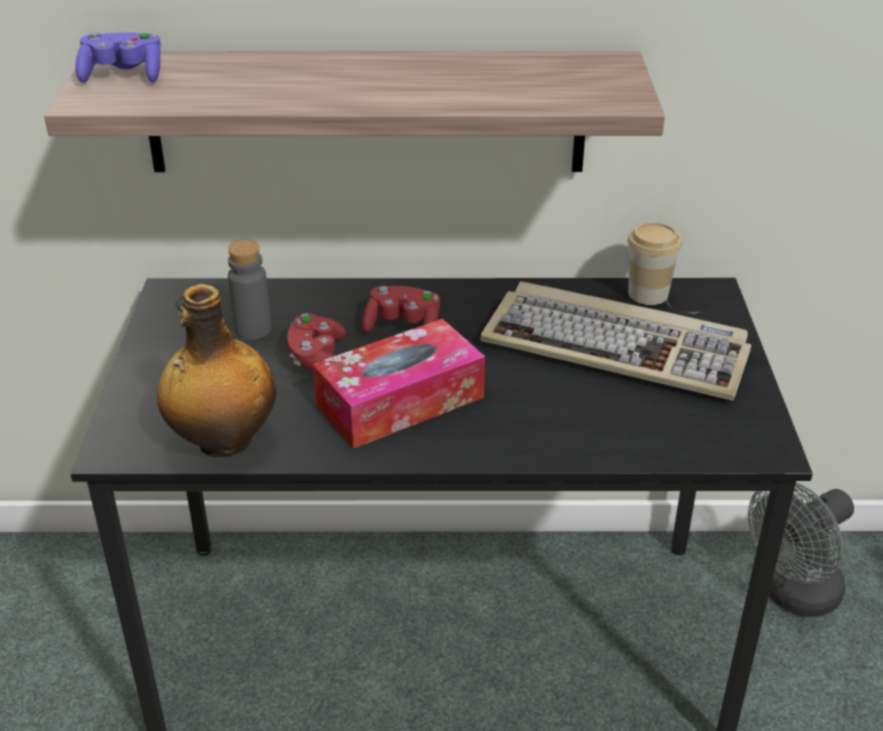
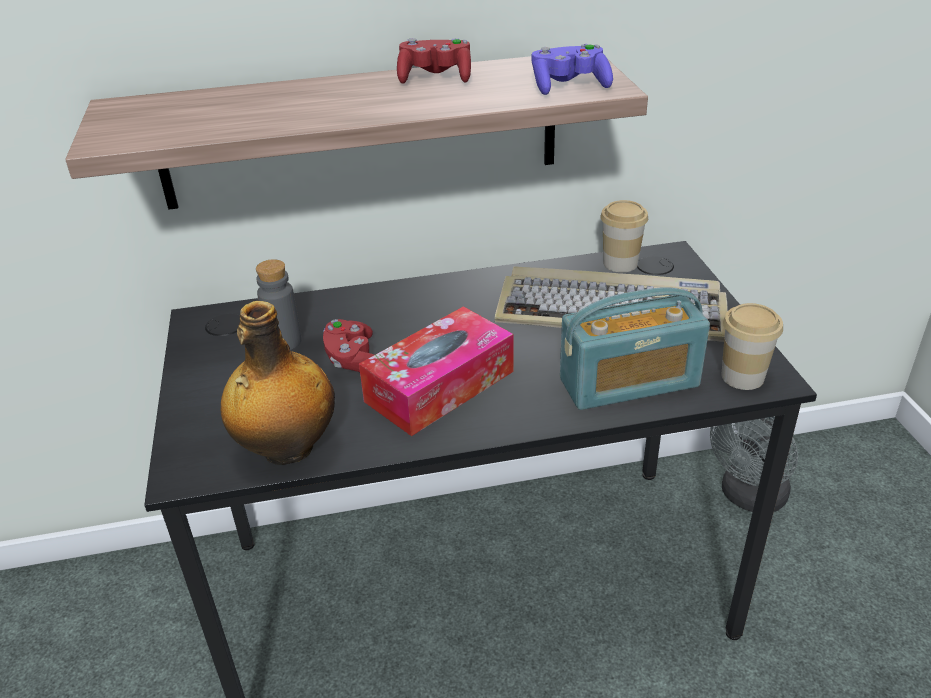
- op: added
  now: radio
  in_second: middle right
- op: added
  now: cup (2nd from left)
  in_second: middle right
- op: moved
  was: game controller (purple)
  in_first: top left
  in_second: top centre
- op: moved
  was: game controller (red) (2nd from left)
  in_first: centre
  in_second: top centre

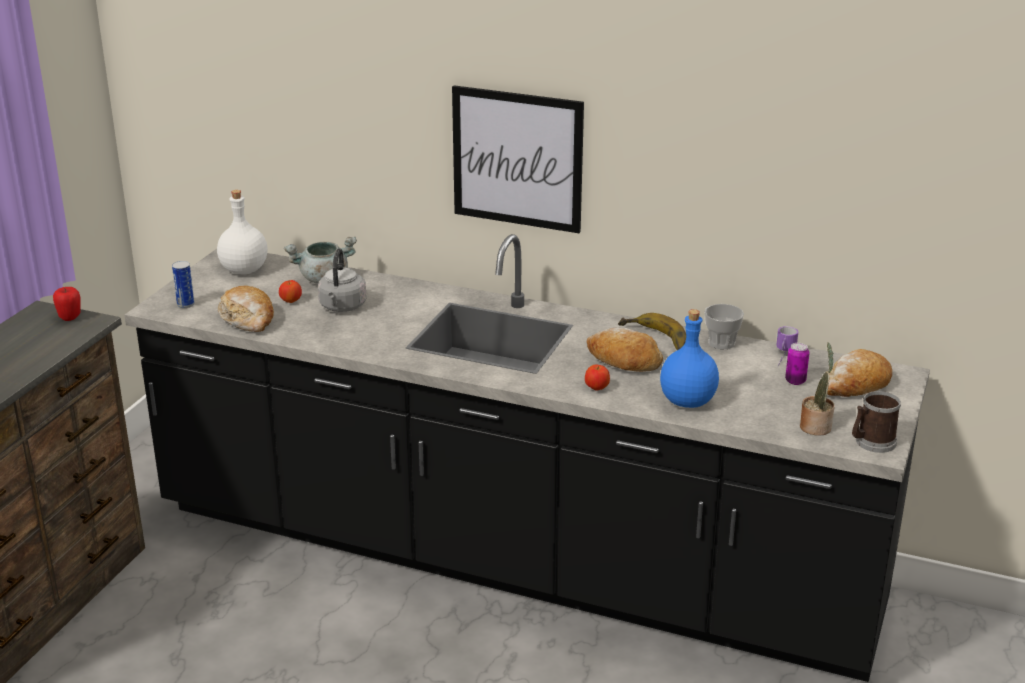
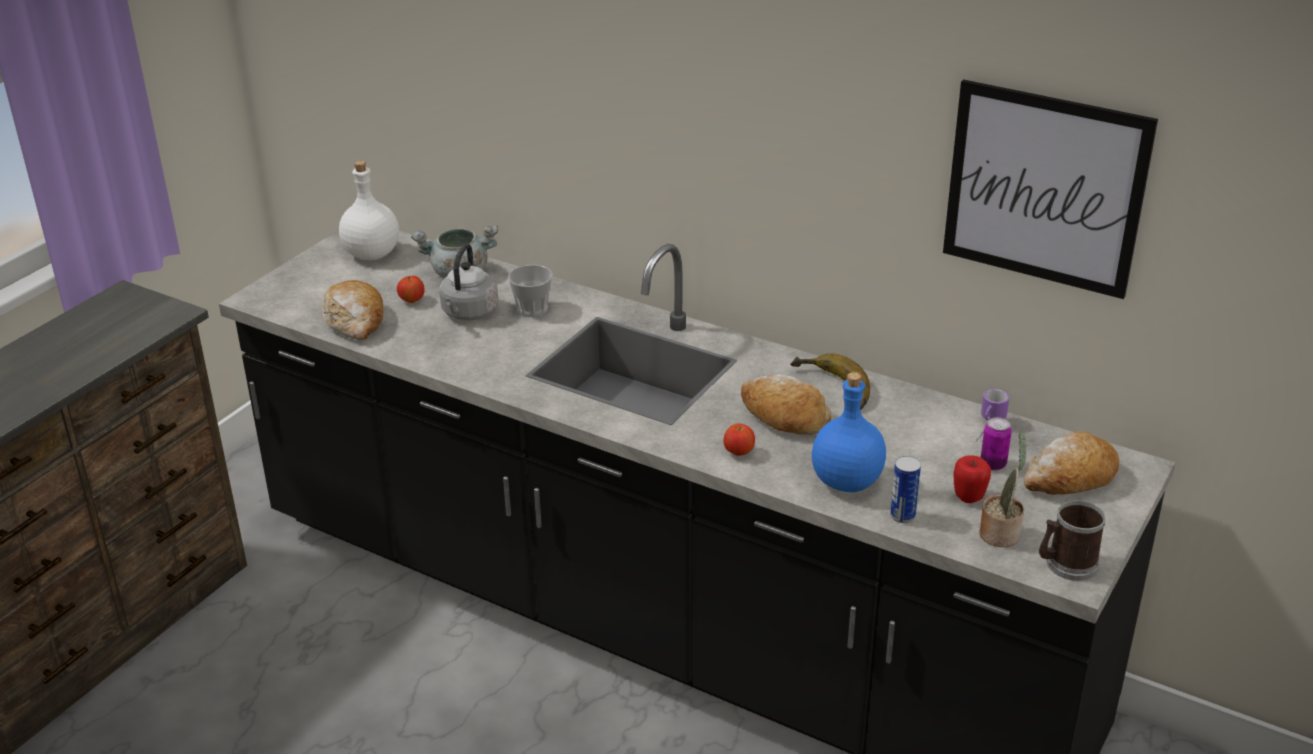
- op: moved
  was: apple (1st from left in the first image)
  now: apple (3rd from left)
  in_first: middle left
  in_second: middle right
- op: moved
  was: can (1st from left)
  in_first: middle left
  in_second: middle right
- op: moved
  was: picture
  in_first: top centre
  in_second: top right
- op: moved
  was: cup
  in_first: middle right
  in_second: centre

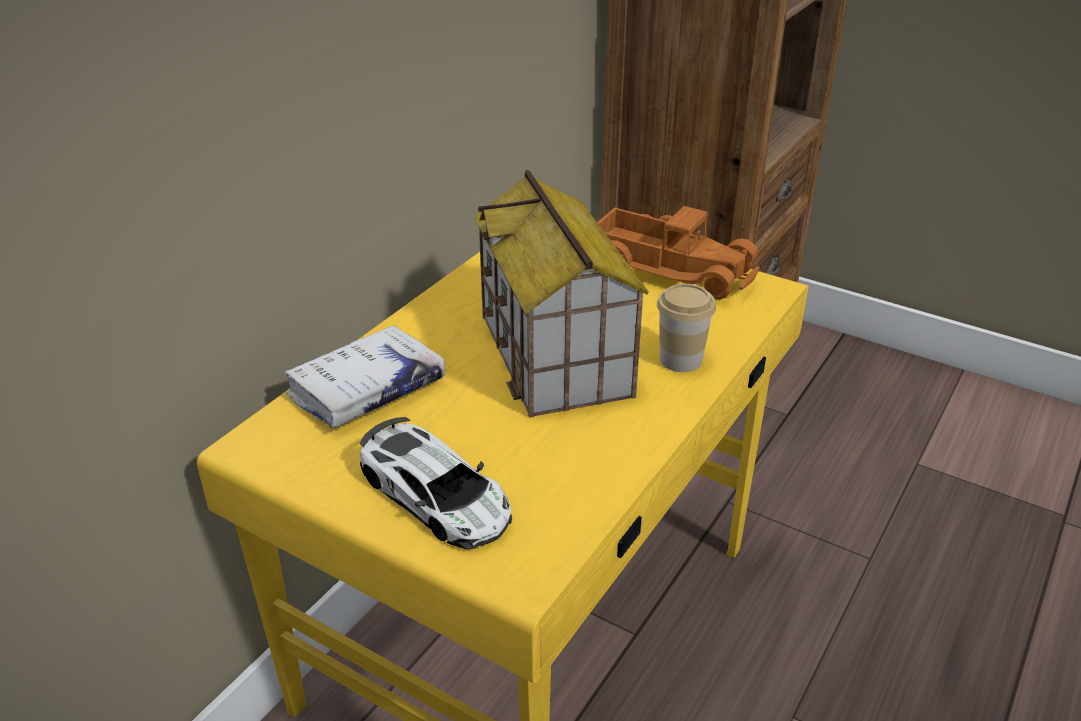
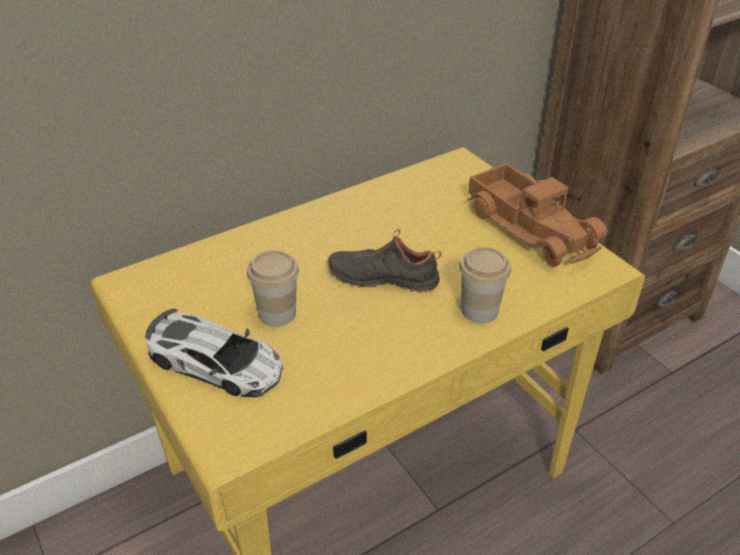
- op: removed
  was: book (white)
  in_first: centre
- op: added
  now: cup (1st from left)
  in_second: centre
- op: replaced
  was: toy house
  now: shoe (black)
  in_first: centre
  in_second: centre
- op: turned
  was: toy car
  in_first: bottom centre
  in_second: middle left
  clockwise: -45

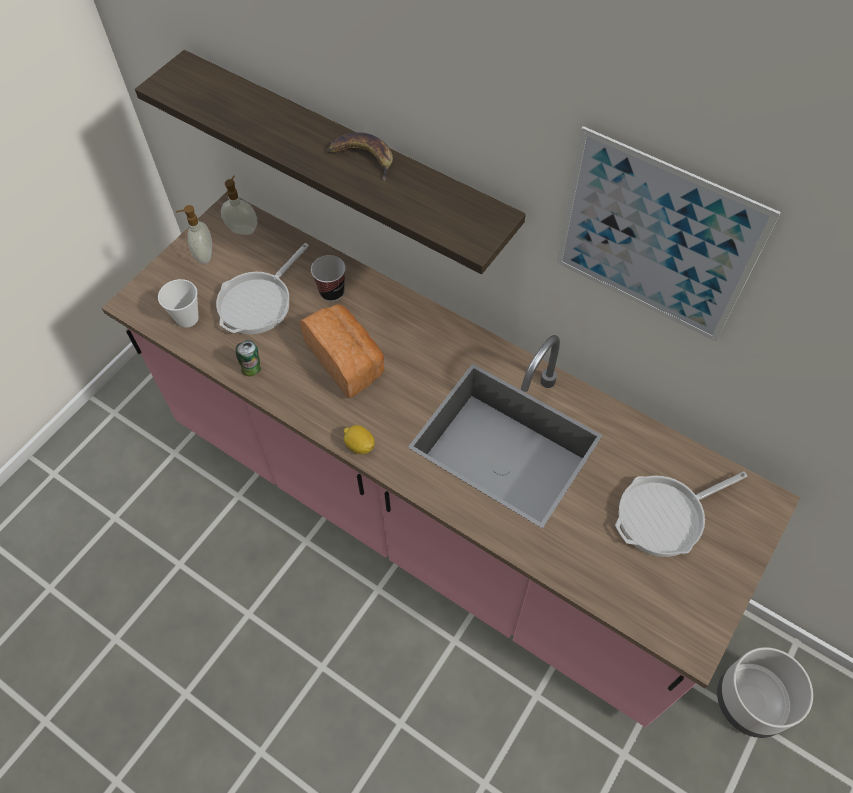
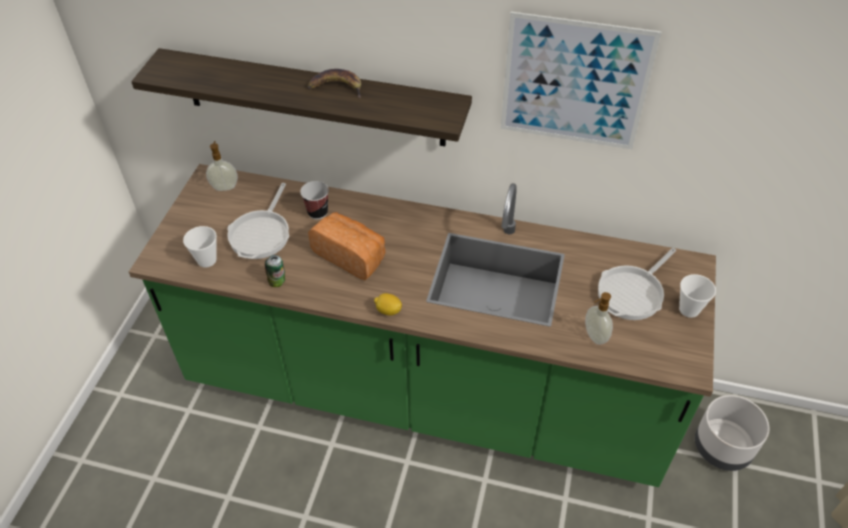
- op: added
  now: cup (3rd from left)
  in_second: middle right
- op: moved
  was: soap dispenser (1st from left in the first image)
  now: soap dispenser (2nd from left)
  in_first: top left
  in_second: middle right
- op: recoloured
  was: counter (pink)
  now: counter (green)
  in_first: centre
  in_second: centre

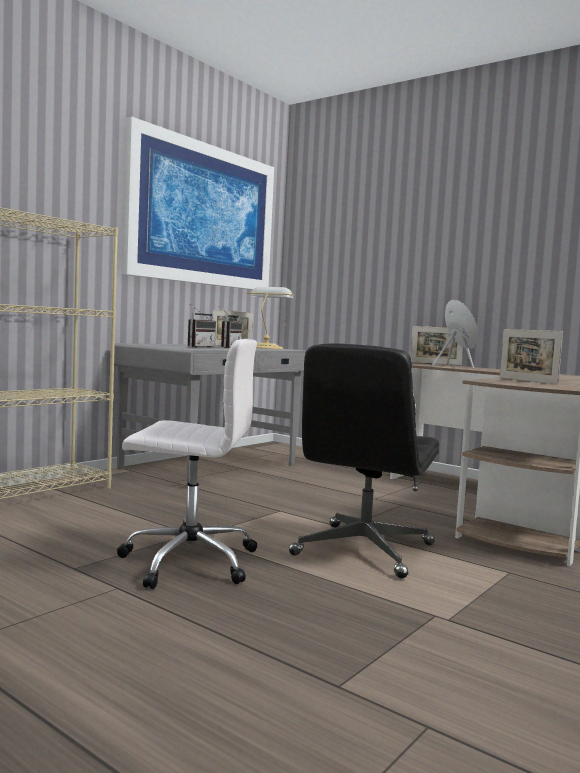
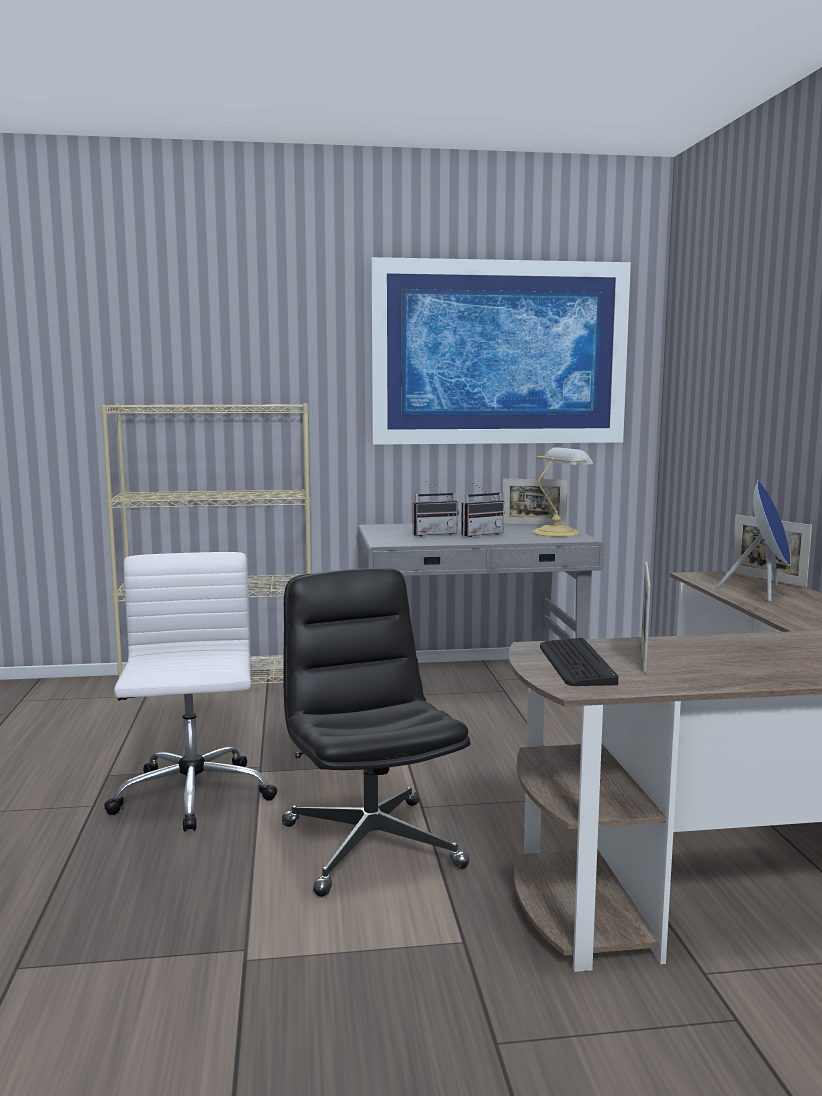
- op: added
  now: keyboard
  in_second: middle right
- op: turned
  was: office chair (white)
  in_first: middle left
  in_second: middle left
  clockwise: -150
- op: turned
  was: office chair (black)
  in_first: centre
  in_second: bottom centre
  clockwise: 90

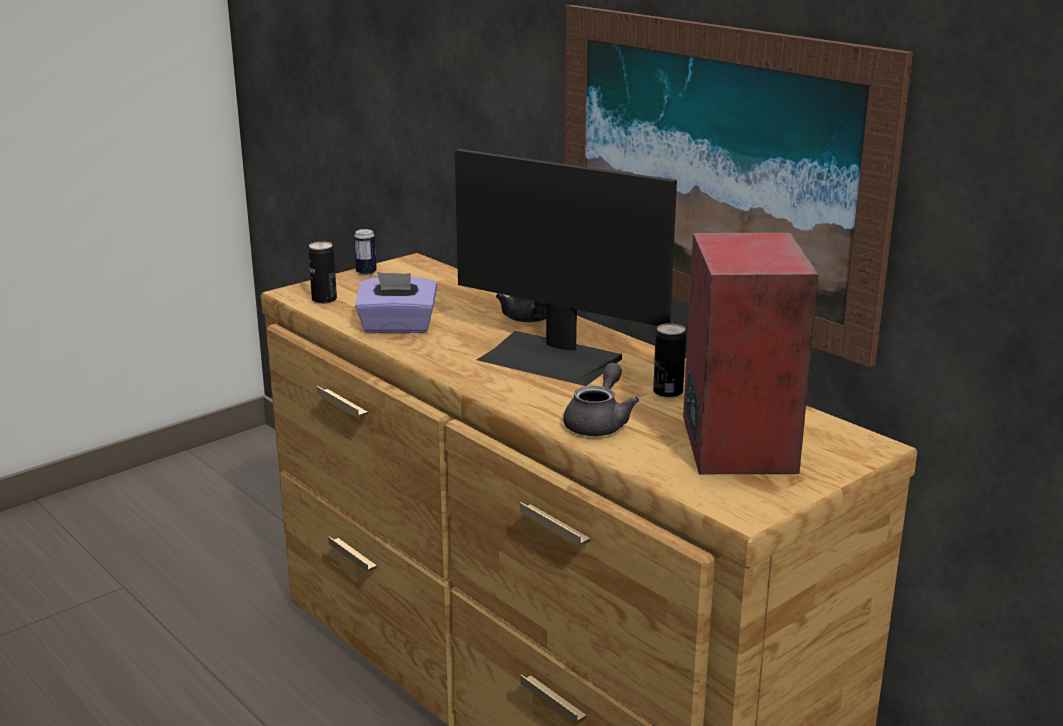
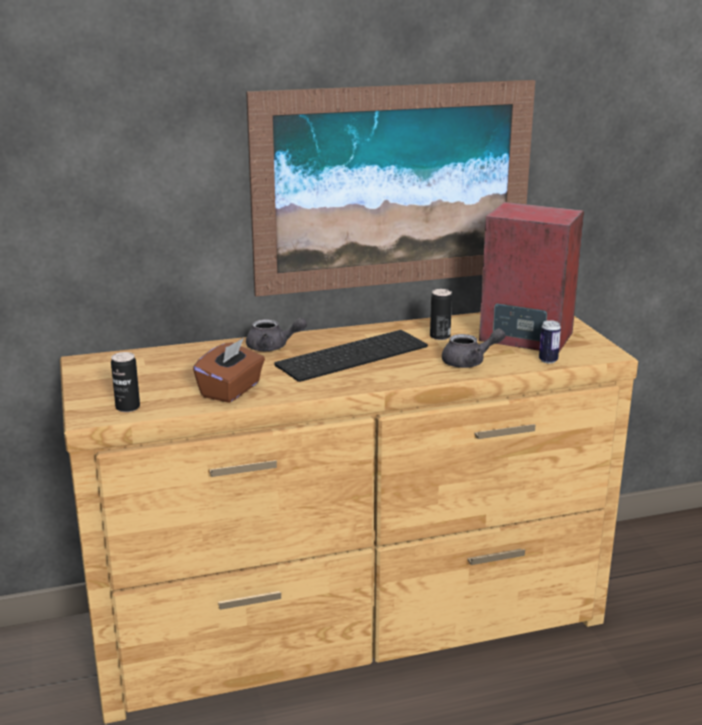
- op: moved
  was: can (2nd from left in the first image)
  now: can (3rd from left)
  in_first: centre
  in_second: middle right
- op: replaced
  was: monitor
  now: keyboard
  in_first: centre
  in_second: centre
- op: recoloured
  was: tissue box (purple)
  now: tissue box (brown)
  in_first: centre
  in_second: middle left
- op: turned
  was: teapot (grey) (2nd from left)
  in_first: centre
  in_second: middle right
  clockwise: 120

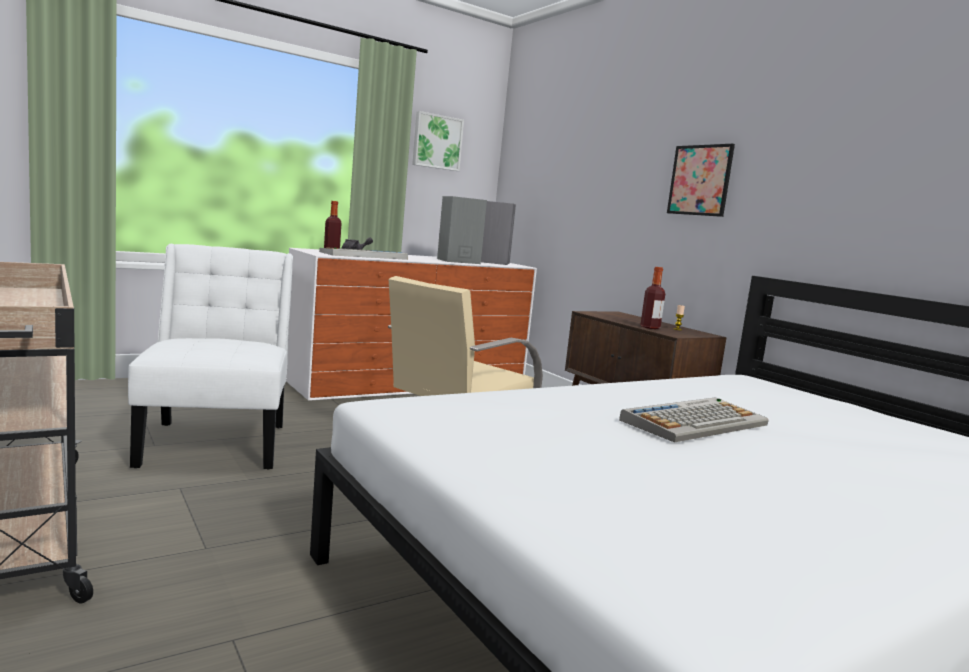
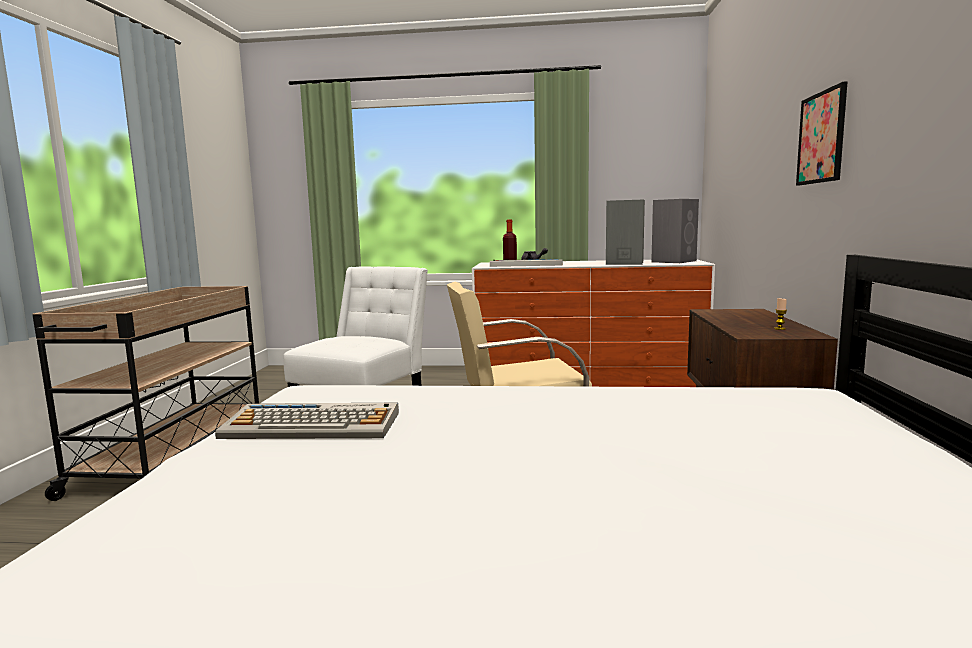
- op: removed
  was: picture (1st from left)
  in_first: top centre
- op: removed
  was: bottle (2nd from left)
  in_first: middle right
- op: moved
  was: keyboard (2nd from left in the first image)
  now: keyboard (1st from left)
  in_first: middle right
  in_second: middle left

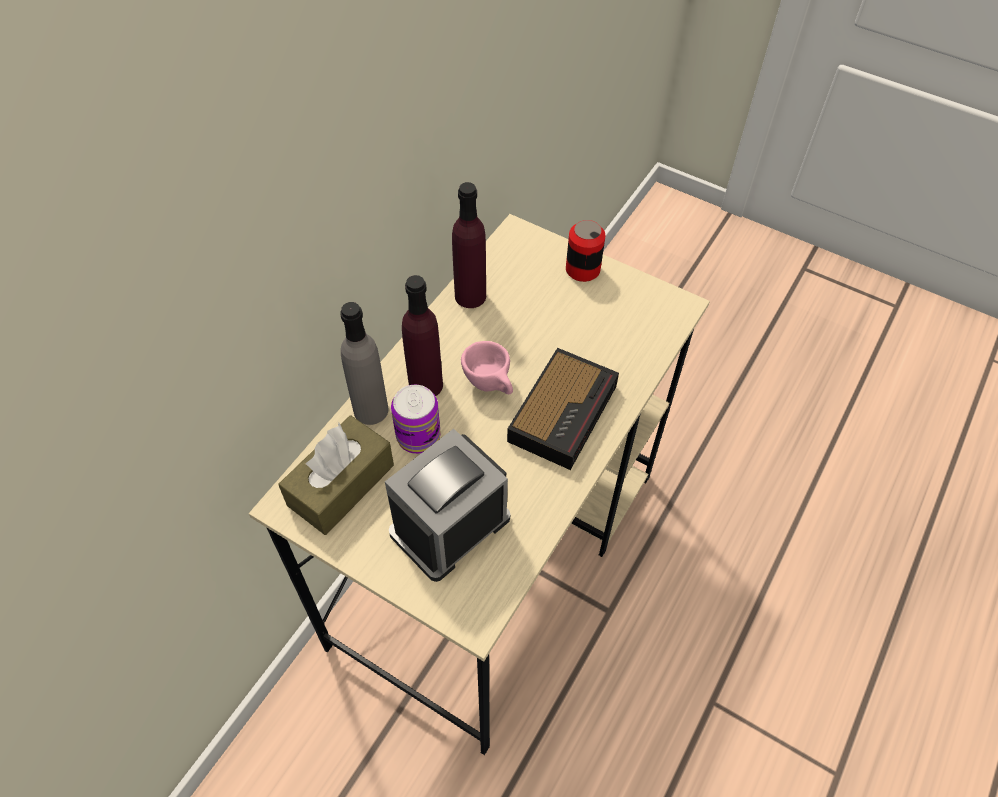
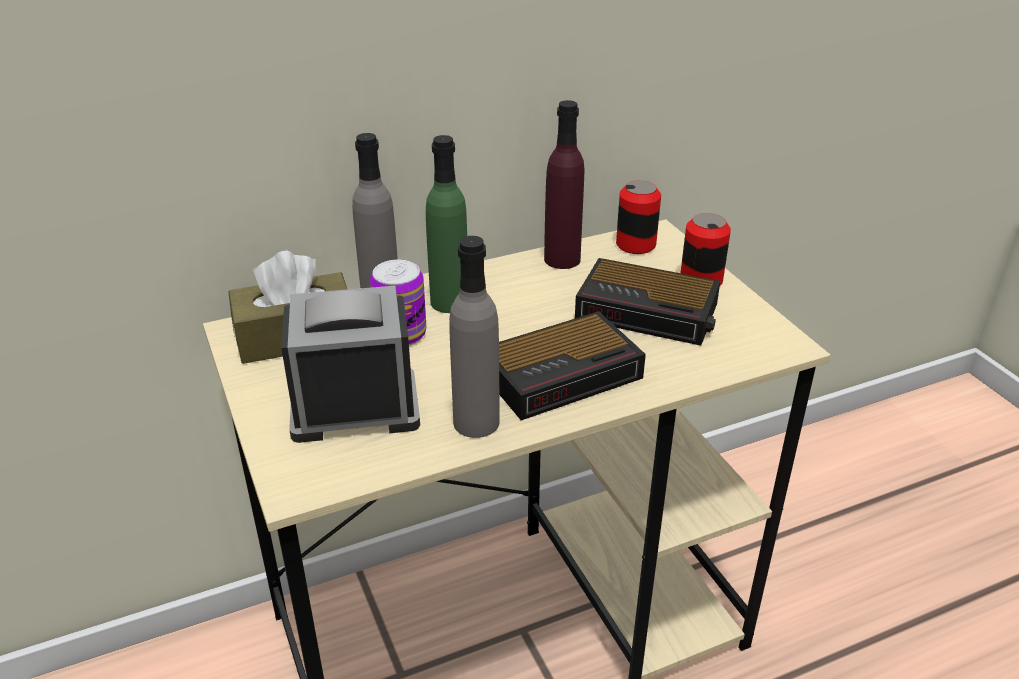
- op: removed
  was: cup (pink)
  in_first: centre
- op: added
  now: bottle (grey) (2nd from left)
  in_second: centre
- op: added
  now: alarm clock (3rd from left)
  in_second: centre
- op: added
  now: can (2nd from left)
  in_second: top centre
- op: recoloured
  was: bottle (purple) (1st from left)
  now: bottle (green)
  in_first: centre
  in_second: top centre

